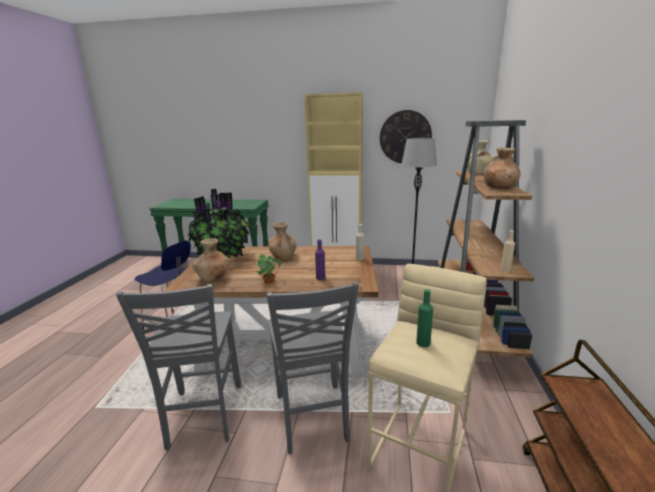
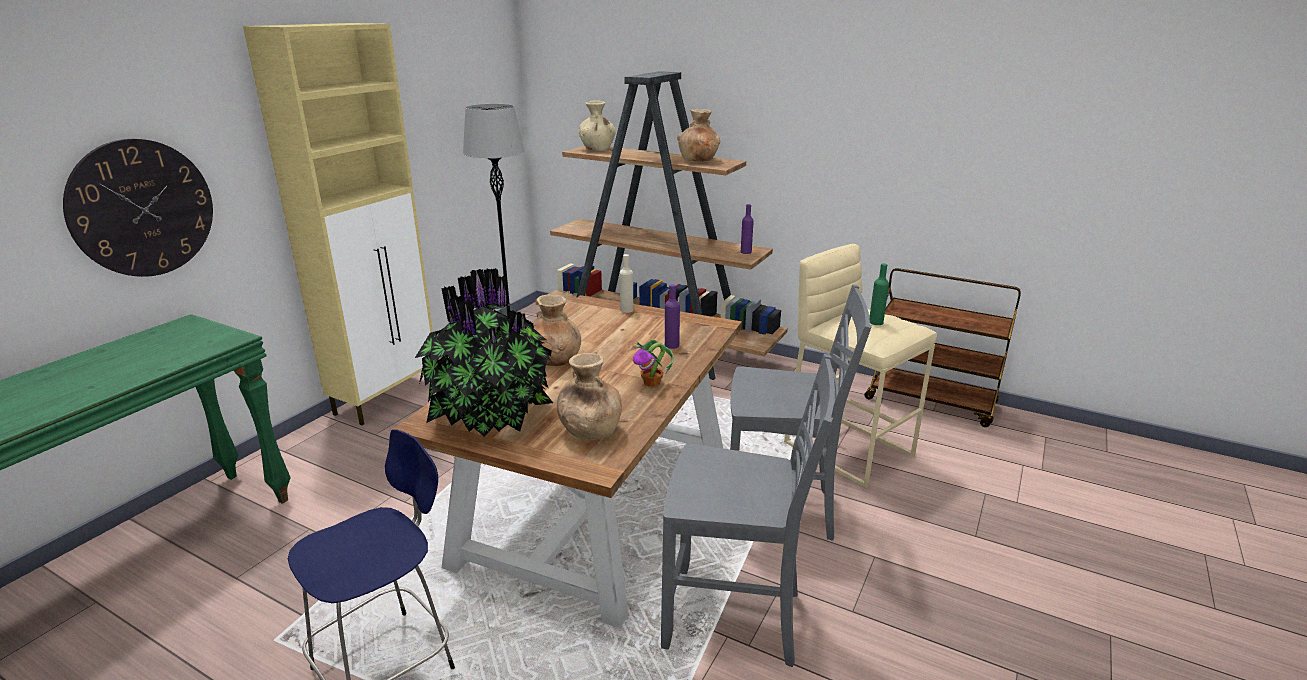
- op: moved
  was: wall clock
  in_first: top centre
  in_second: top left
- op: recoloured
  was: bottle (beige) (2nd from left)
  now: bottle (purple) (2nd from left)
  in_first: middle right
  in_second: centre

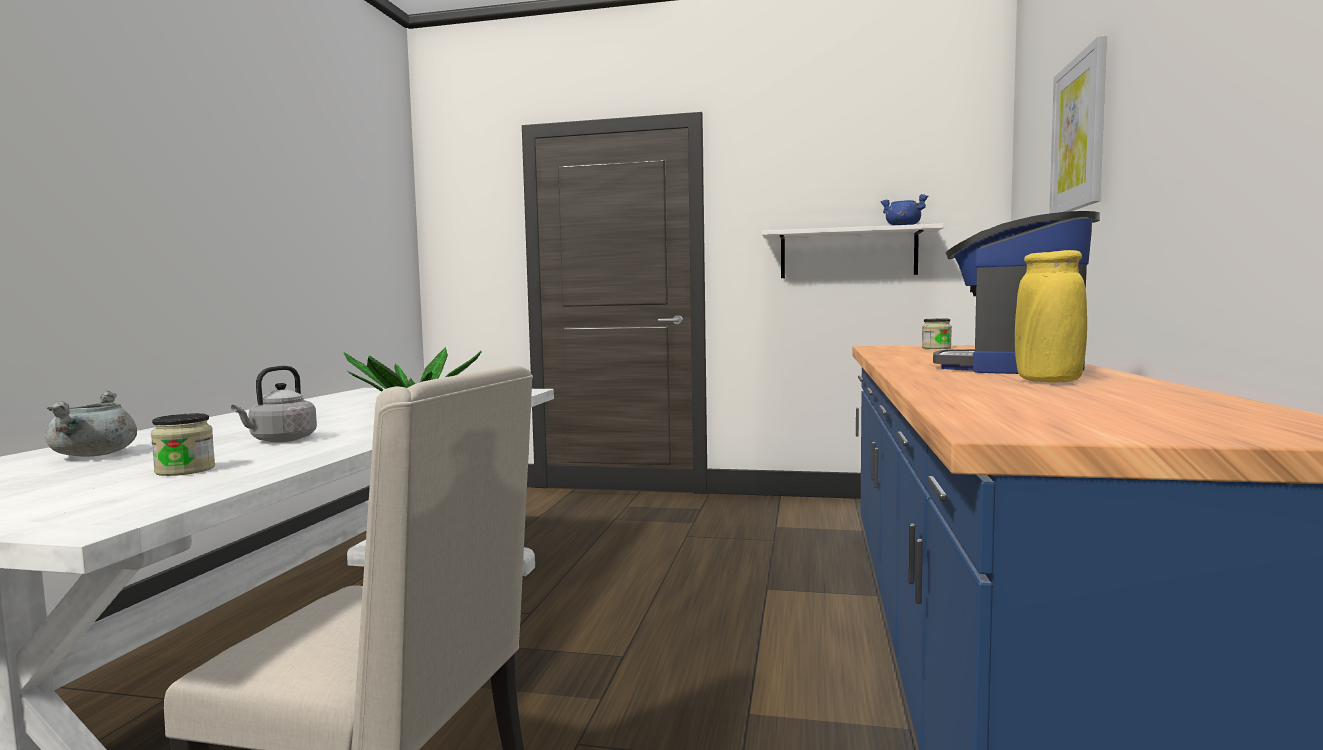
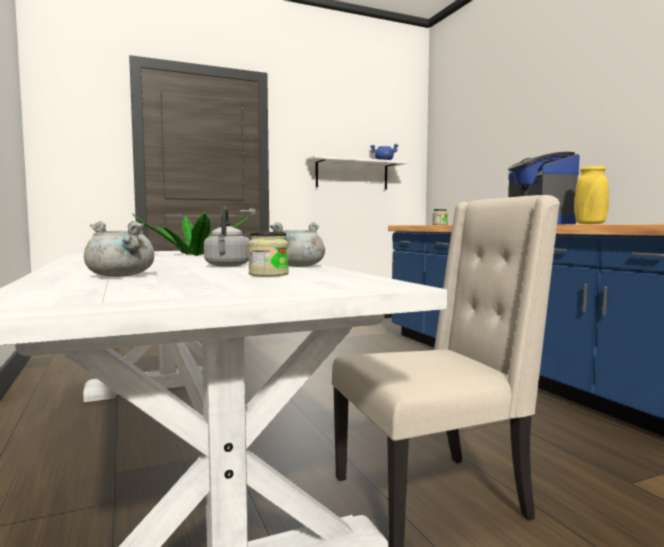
- op: removed
  was: picture
  in_first: top right
- op: added
  now: cooking pot (grey) (2nd from left)
  in_second: centre

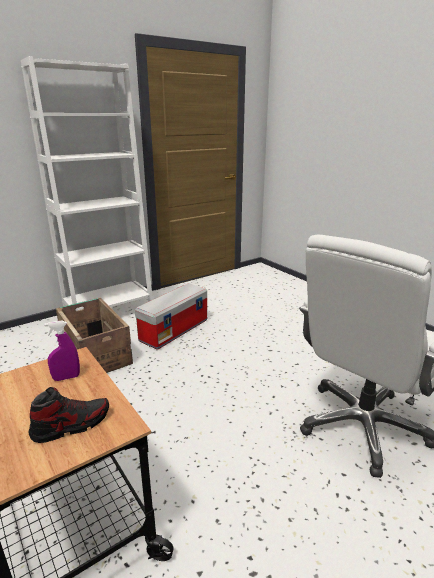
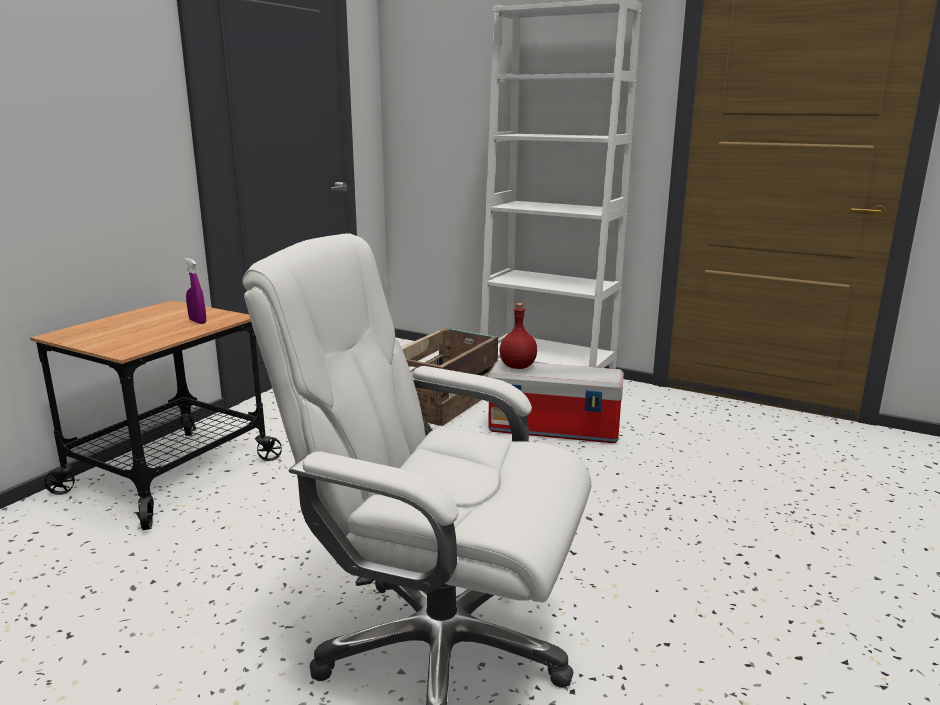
- op: removed
  was: shoe
  in_first: bottom left
- op: added
  now: bottle (red)
  in_second: centre

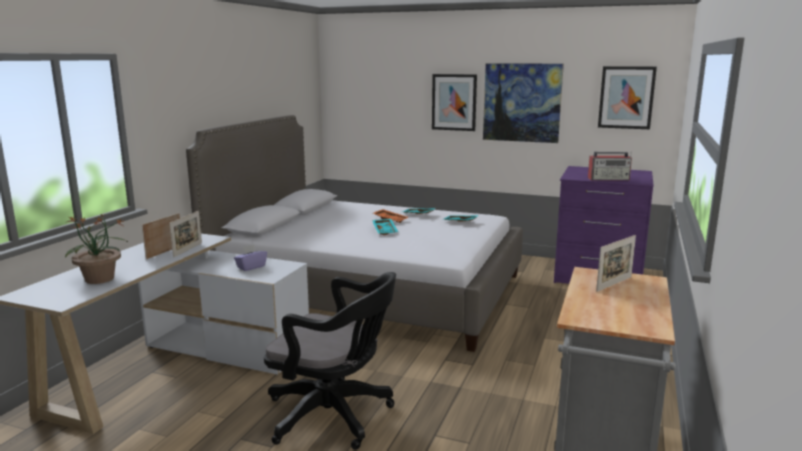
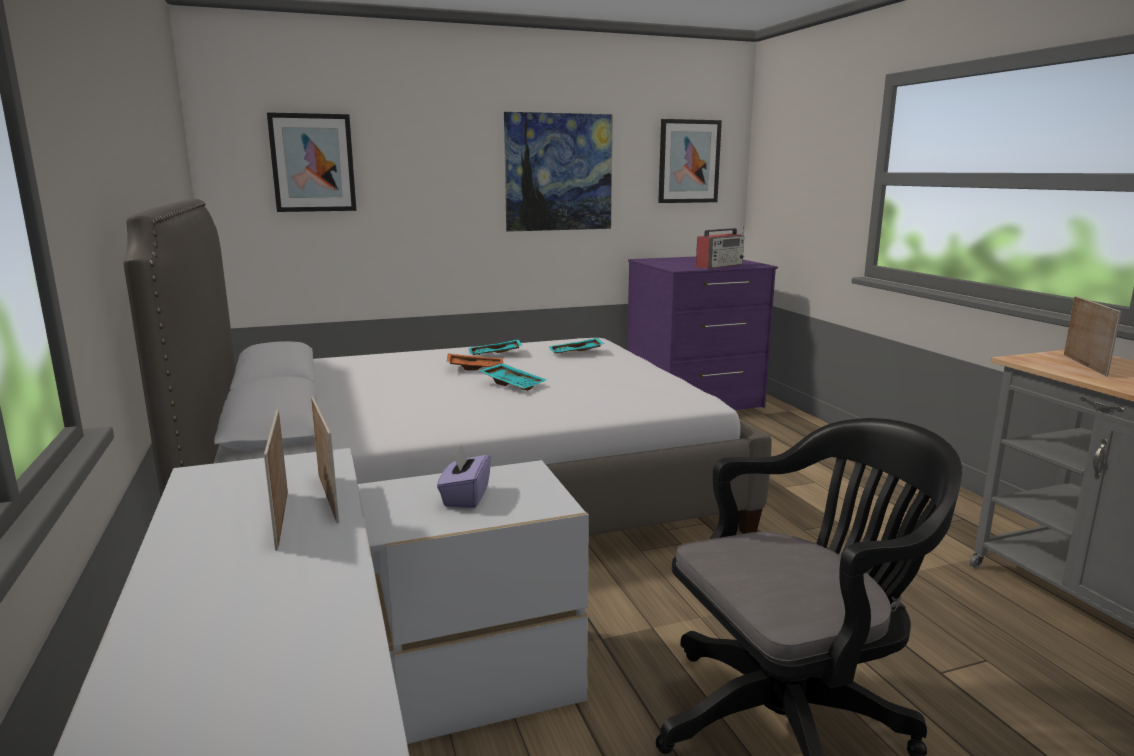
- op: removed
  was: potted plant
  in_first: middle left
- op: moved
  was: picture (1st from left)
  in_first: top centre
  in_second: top left

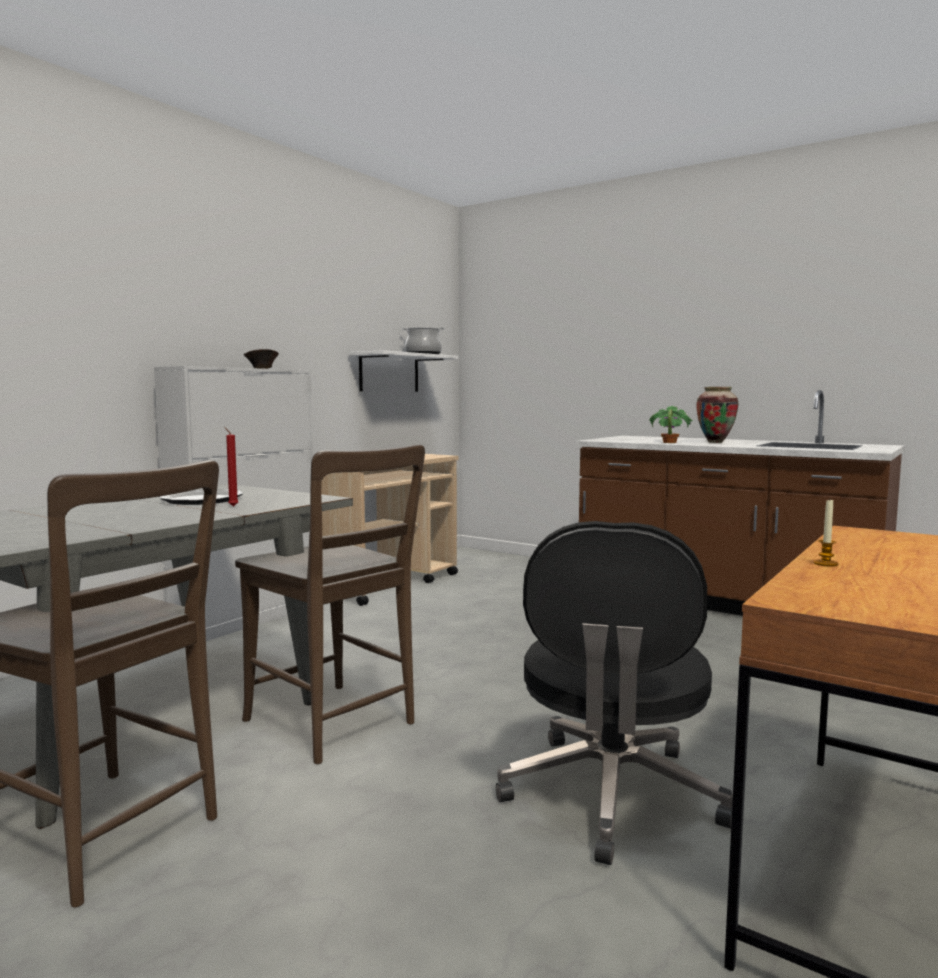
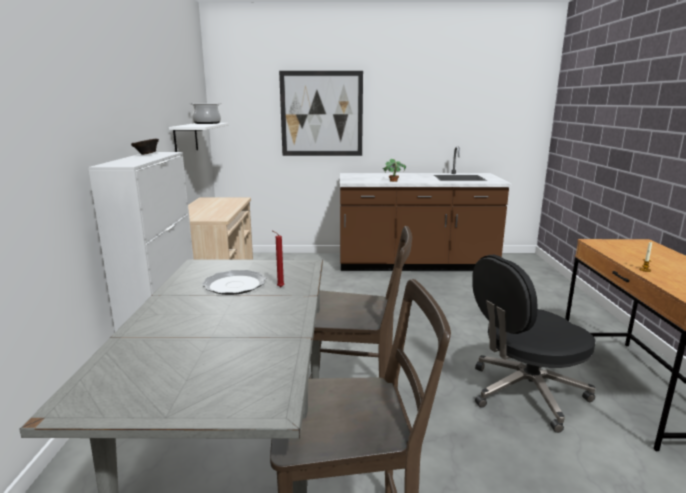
- op: removed
  was: vase
  in_first: middle right
- op: added
  now: picture
  in_second: top centre
- op: turned
  was: office chair (black)
  in_first: bottom centre
  in_second: bottom right
  clockwise: 90

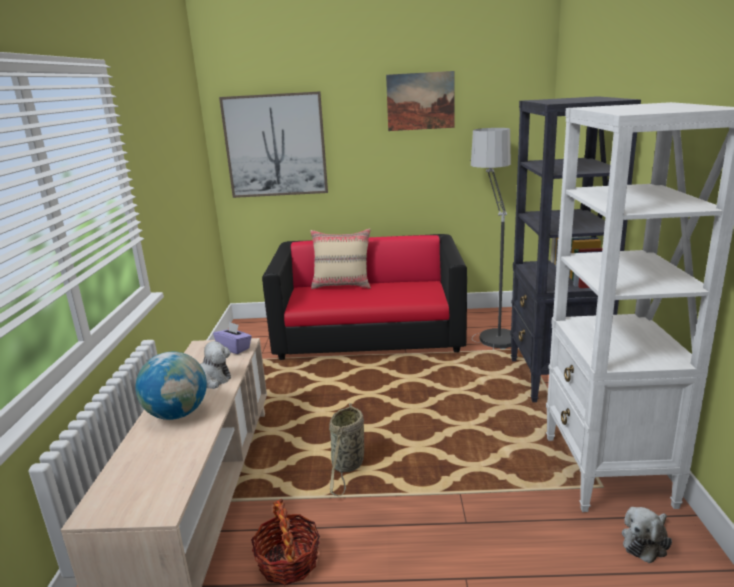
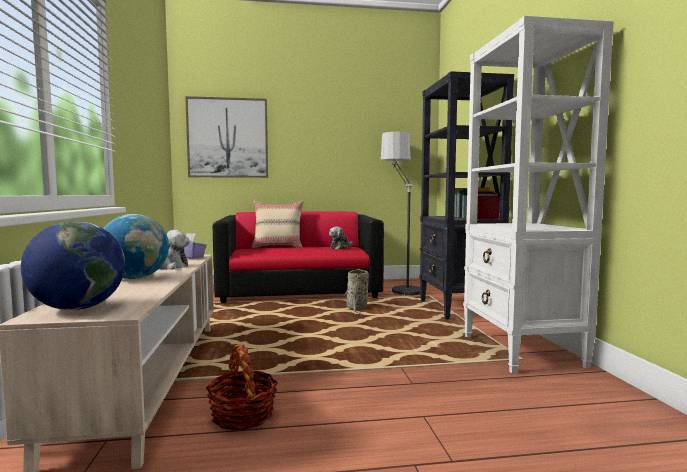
- op: removed
  was: picture (2nd from left)
  in_first: top centre
- op: added
  now: globe (1st from left)
  in_second: middle left
- op: moved
  was: basket (2nd from left)
  in_first: bottom centre
  in_second: centre
- op: moved
  was: plush toy (2nd from left)
  in_first: bottom right
  in_second: centre

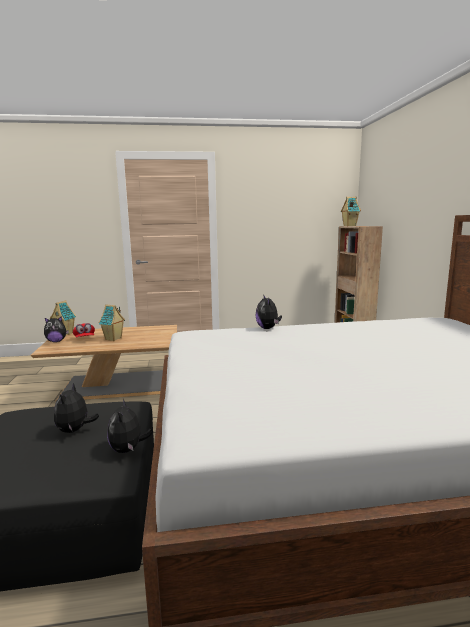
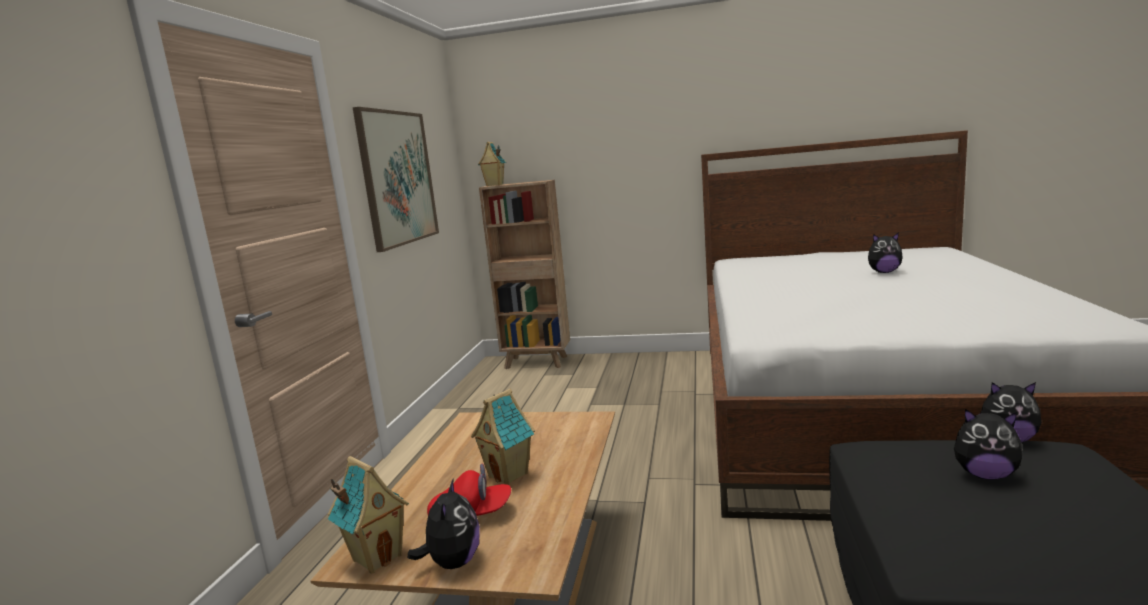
- op: added
  now: picture
  in_second: top centre
- op: moved
  was: plush toy (4th from left in the first image)
  now: plush toy (2nd from left)
  in_first: centre
  in_second: middle right

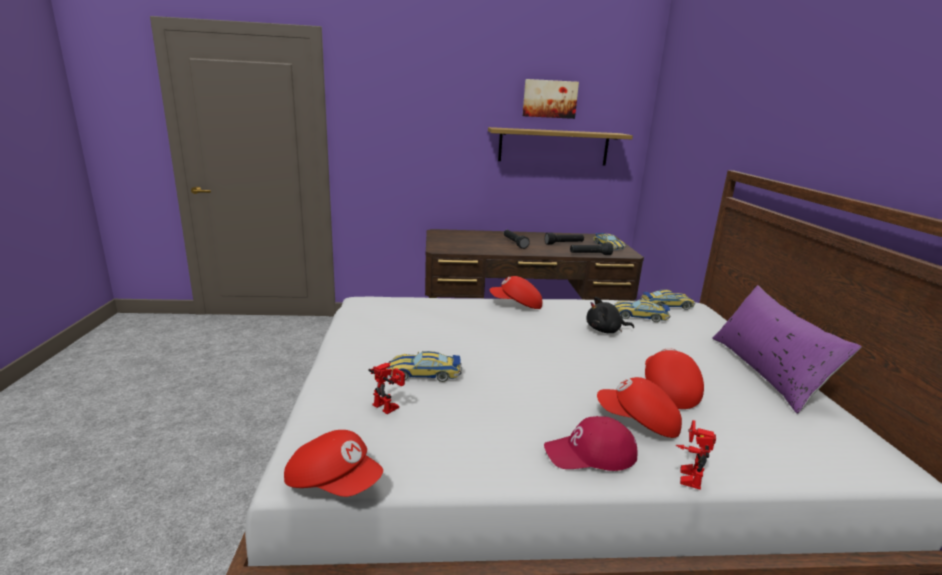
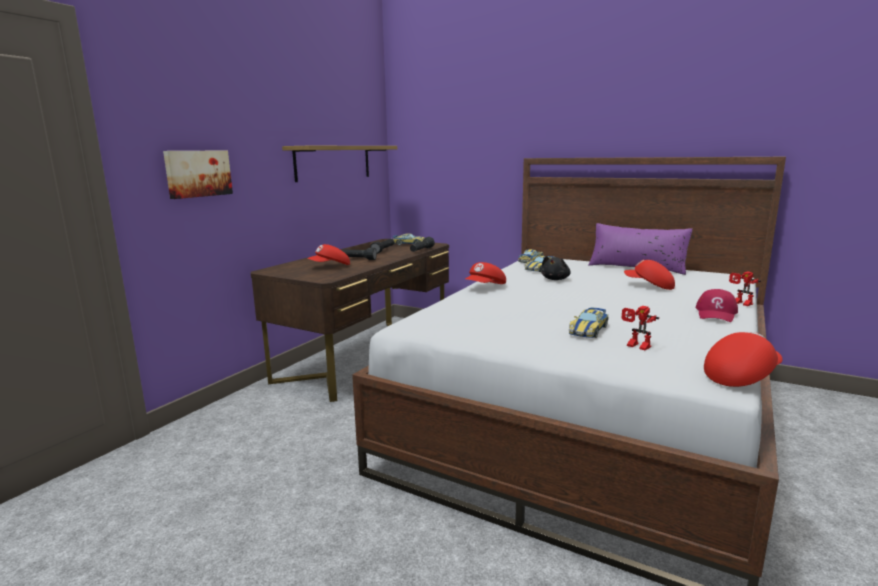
- op: moved
  was: picture
  in_first: top centre
  in_second: top left
- op: moved
  was: cap (red) (4th from left in the first image)
  now: cap (red) (1st from left)
  in_first: bottom right
  in_second: centre
- op: turned
  was: toy robot (1st from left)
  in_first: bottom centre
  in_second: middle right
  clockwise: -120

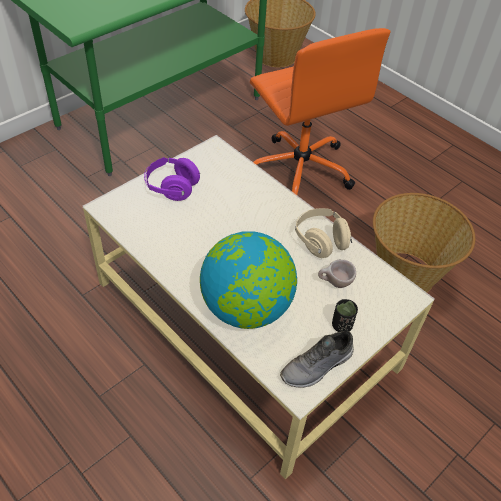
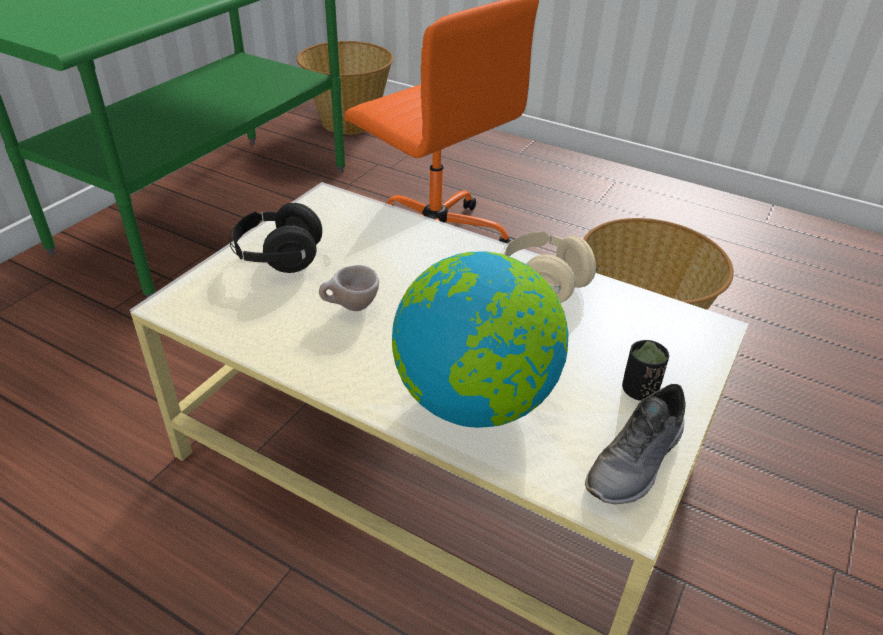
- op: moved
  was: cup (beige)
  in_first: middle right
  in_second: centre
- op: recoloured
  was: headphones (purple)
  now: headphones (black)
  in_first: centre
  in_second: middle left

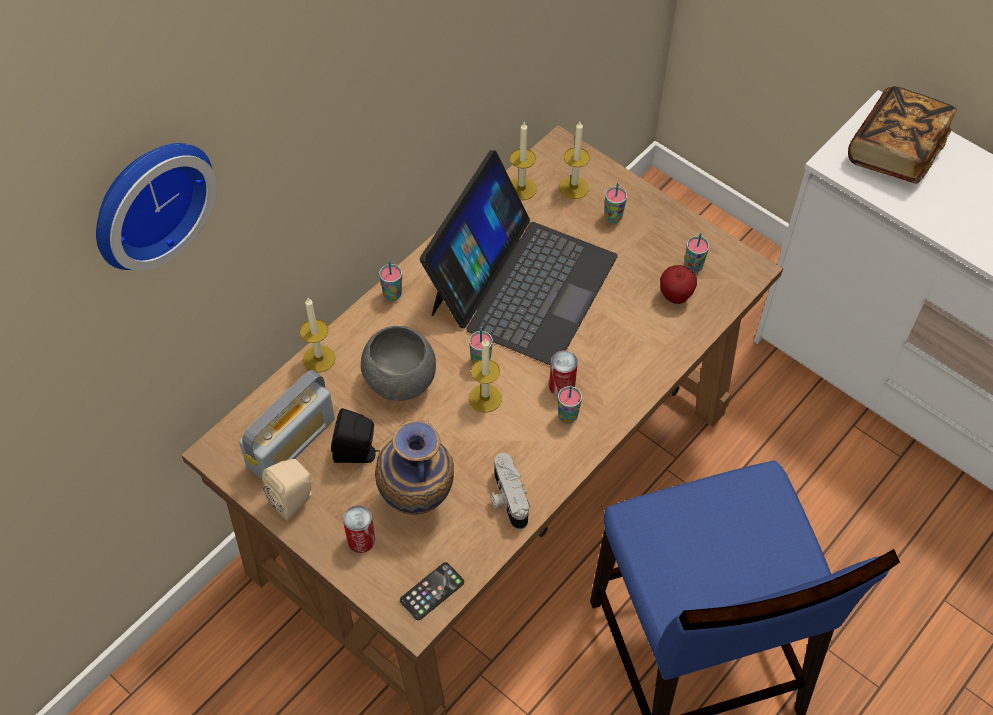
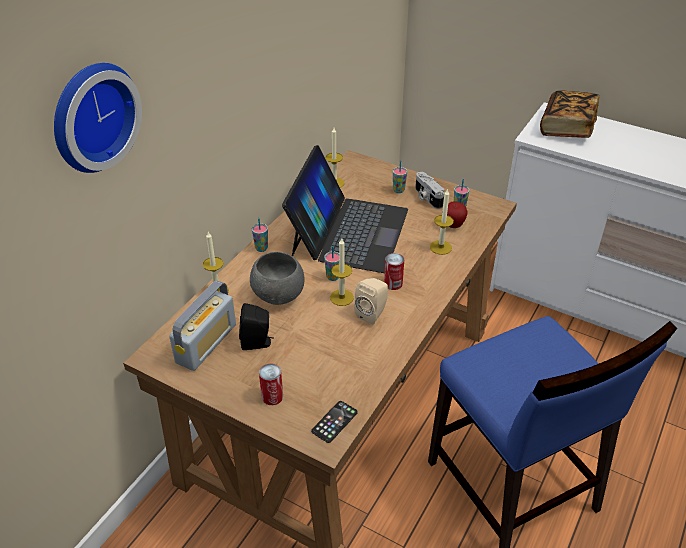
- op: removed
  was: vase
  in_first: centre
- op: removed
  was: cup (3rd from left)
  in_first: centre
- op: moved
  was: speaker (beige)
  in_first: bottom left
  in_second: centre
- op: moved
  was: photo camera
  in_first: bottom centre
  in_second: centre
- op: moved
  was: candle (4th from left)
  in_first: top centre
  in_second: centre

